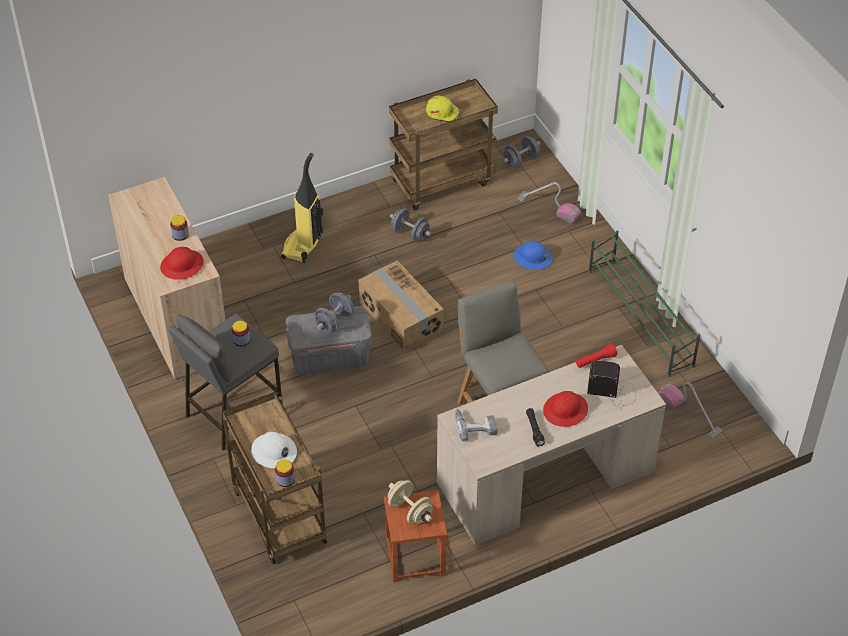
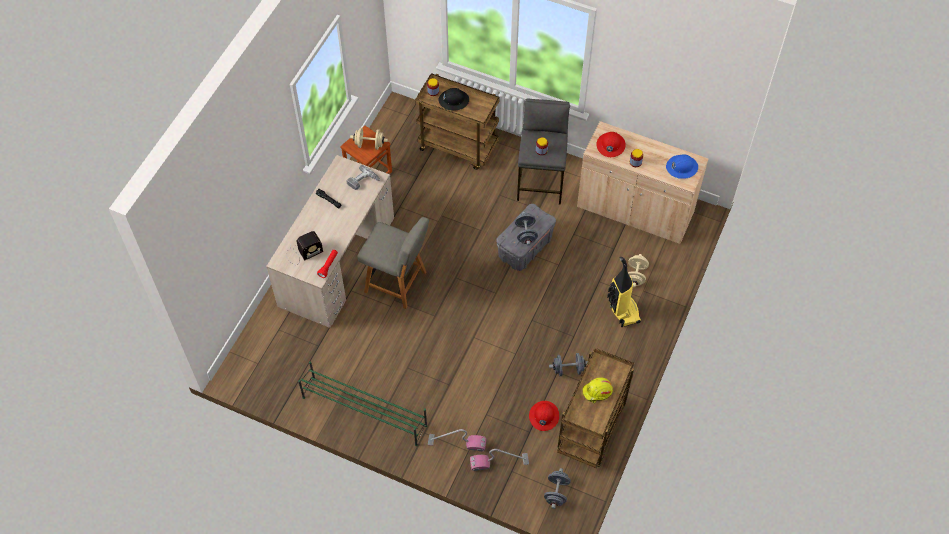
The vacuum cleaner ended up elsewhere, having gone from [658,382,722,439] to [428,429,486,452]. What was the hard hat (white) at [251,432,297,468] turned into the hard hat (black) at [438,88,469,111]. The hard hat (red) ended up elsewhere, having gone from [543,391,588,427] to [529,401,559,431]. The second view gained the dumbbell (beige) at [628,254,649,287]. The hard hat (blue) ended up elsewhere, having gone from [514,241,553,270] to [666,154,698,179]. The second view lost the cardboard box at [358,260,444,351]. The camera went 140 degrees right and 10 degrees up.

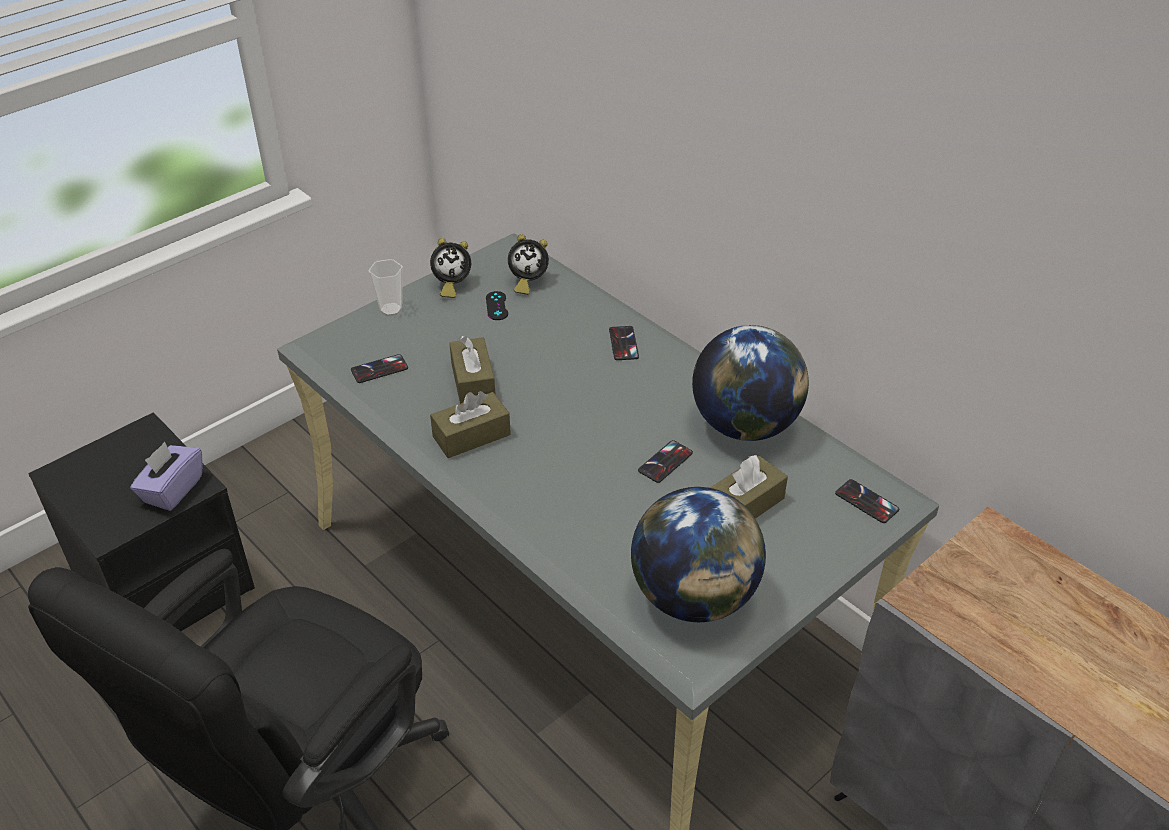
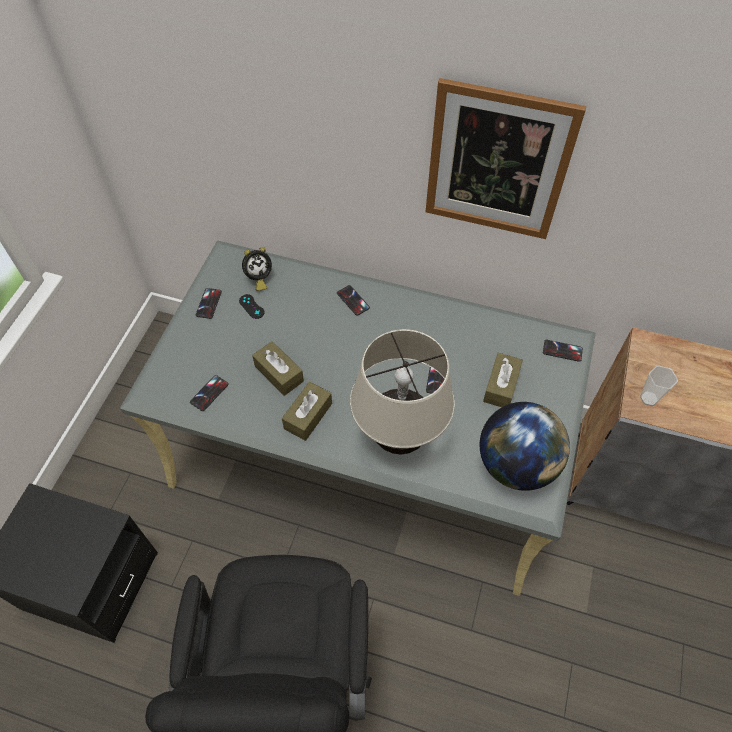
Where the alarm clock stood at [430,238,471,298], the phone came to stand at [196,288,222,319]. The second view gained the table lamp (beige) at [350,329,455,455]. The second view gained the picture at [425,78,586,239]. The cup ended up elsewhere, having gone from [368,259,403,316] to [640,366,678,406]. The second view lost the tissue box (purple) at [130,442,203,511]. The second view lost the globe at [692,325,809,441]. The camera went 30 degrees left and 15 degrees up.

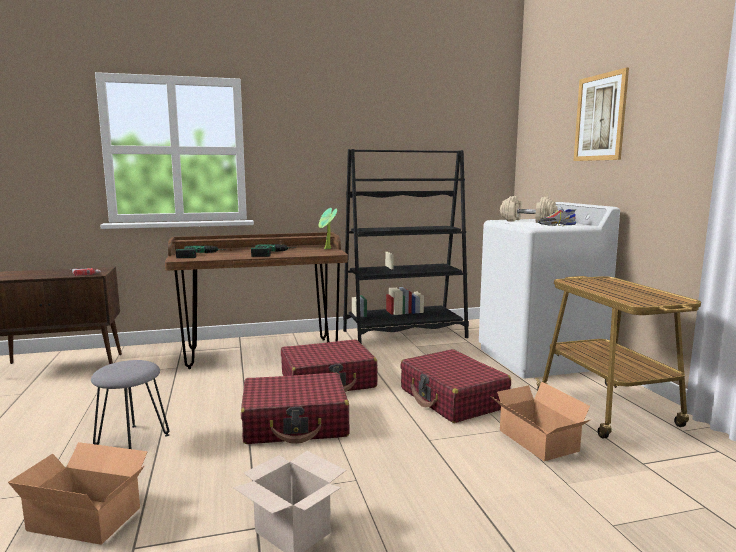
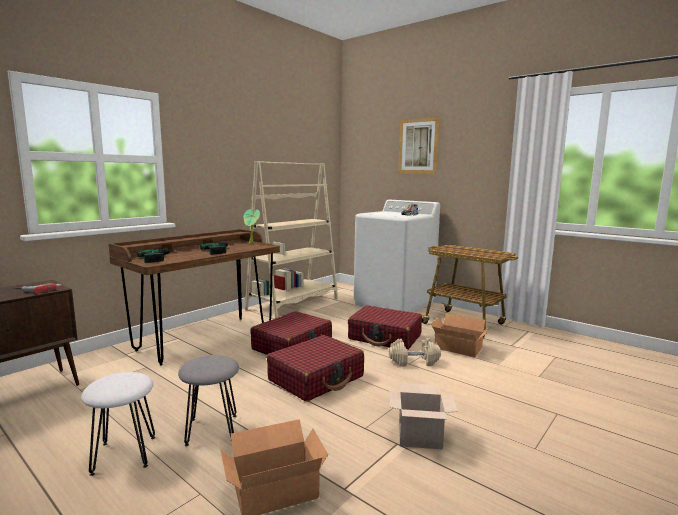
The second view gained the stool (white) at [81,372,155,476]. What was the bookcase (black) at [343,149,469,344] turned into the bookcase (beige) at [245,161,338,318]. The dumbbell (beige) ended up elsewhere, having gone from [500,196,558,223] to [389,338,441,366]. The camera went 35 degrees left and 0 degrees up.

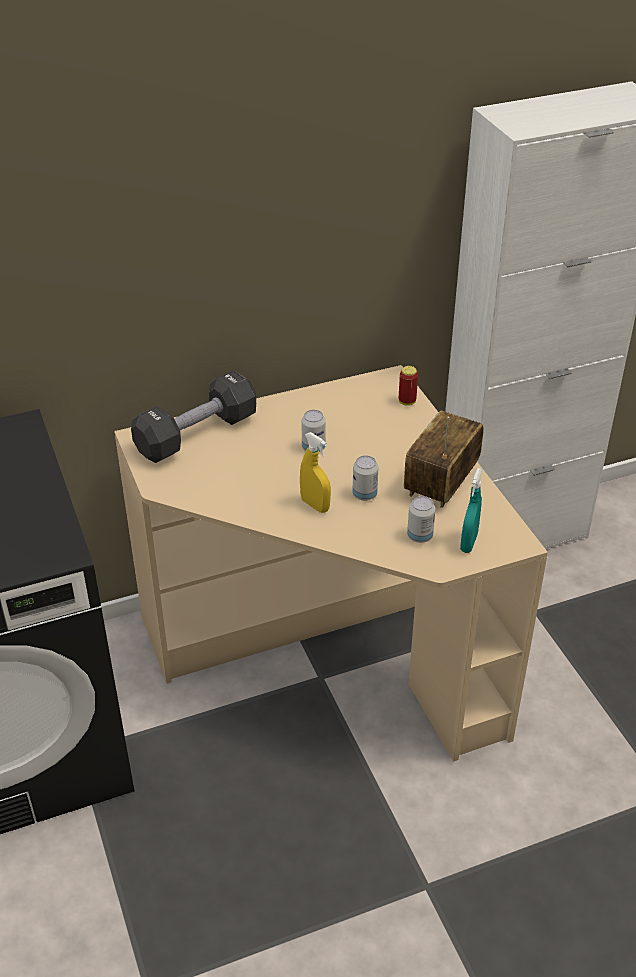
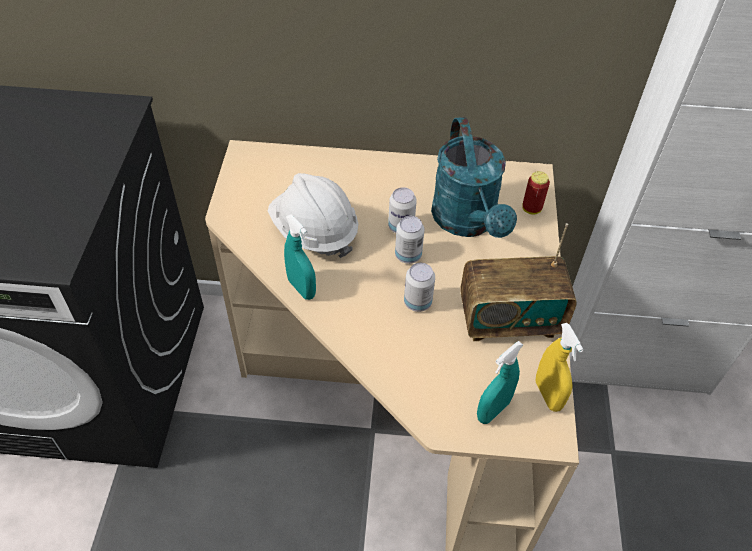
The second view gained the hard hat (white) at [268,173,358,258]. The second view gained the spray bottle (turquoise) at [284,214,316,300]. The can ended up elsewhere, having gone from [407,496,435,543] to [395,216,425,264]. The second view gained the watering can (turquoise) at [431,117,517,238]. The radio at [404,410,484,508] ended up facing another way, 150 degrees counterclockwise from before. The spray bottle (yellow) ended up elsewhere, having gone from [300,432,331,513] to [536,323,584,412]. The second view lost the dumbbell (black) at [131,370,256,463]. The camera went 25 degrees right and 10 degrees up.

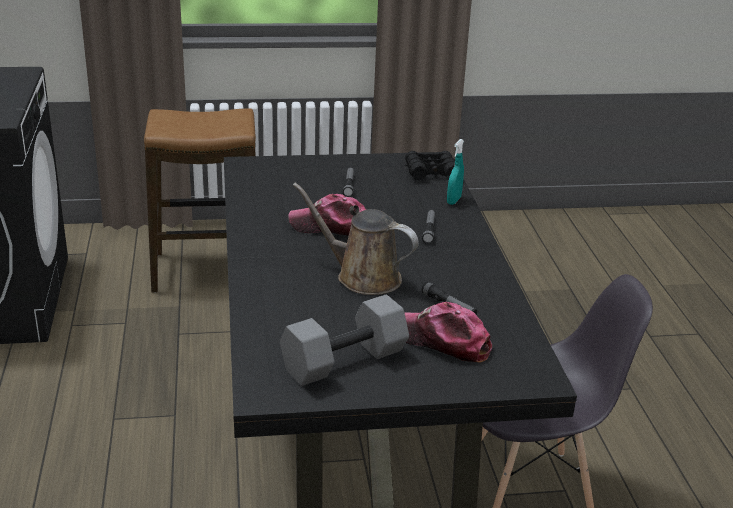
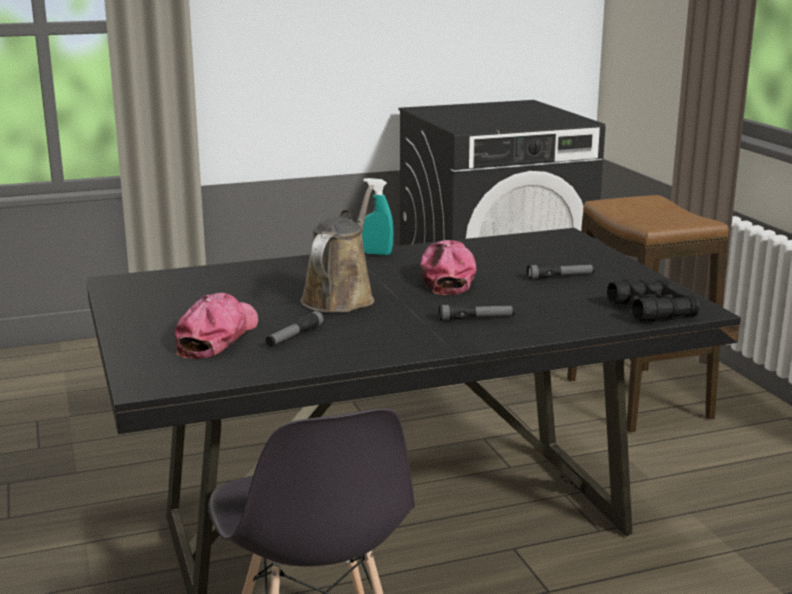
The spray bottle (turquoise) ended up elsewhere, having gone from [447,139,464,205] to [362,178,393,255]. The second view lost the dumbbell (grey) at [280,295,409,386]. The camera went 80 degrees right and 10 degrees down.

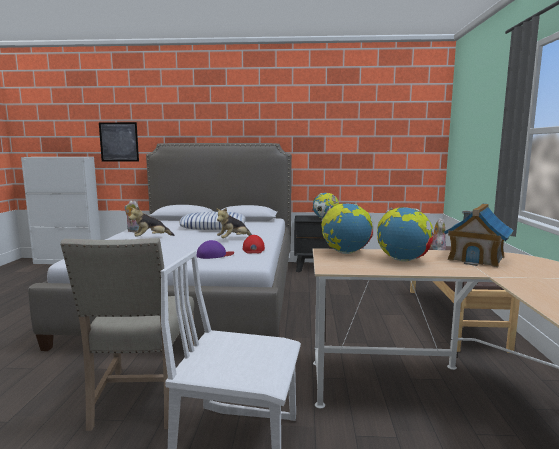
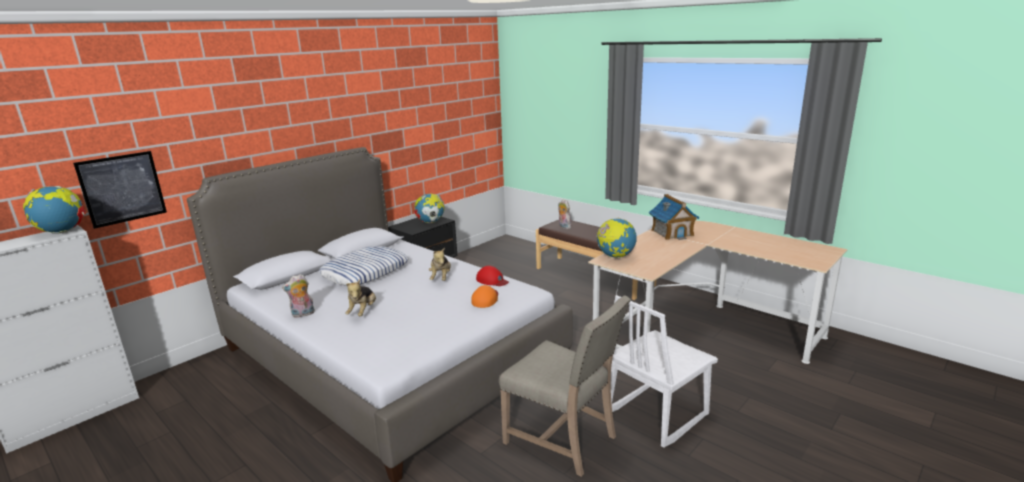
The globe ended up elsewhere, having gone from [377,207,433,262] to [23,186,86,233]. What was the cap (purple) at [197,240,234,259] turned into the cap (orange) at [471,285,498,308]. The camera went 50 degrees left and 10 degrees up.

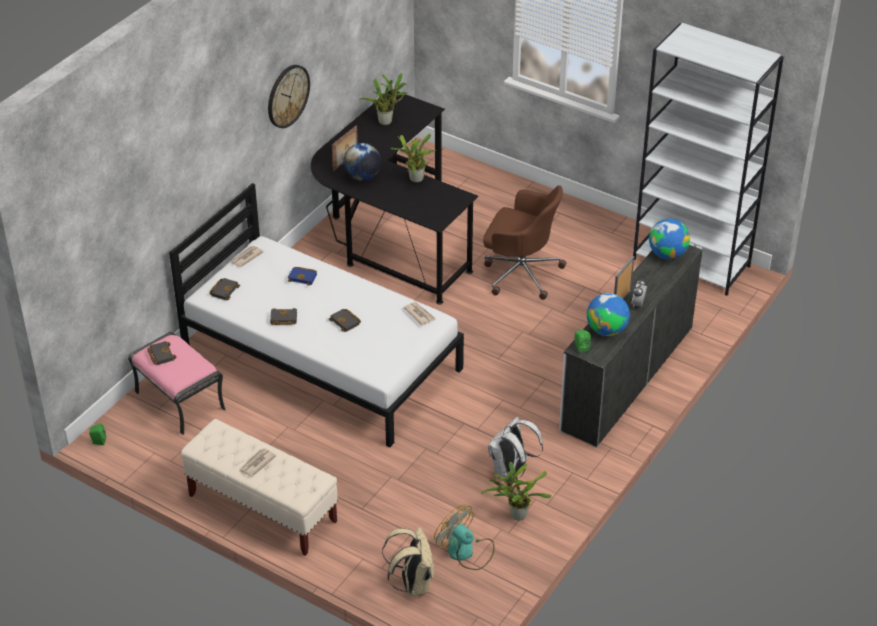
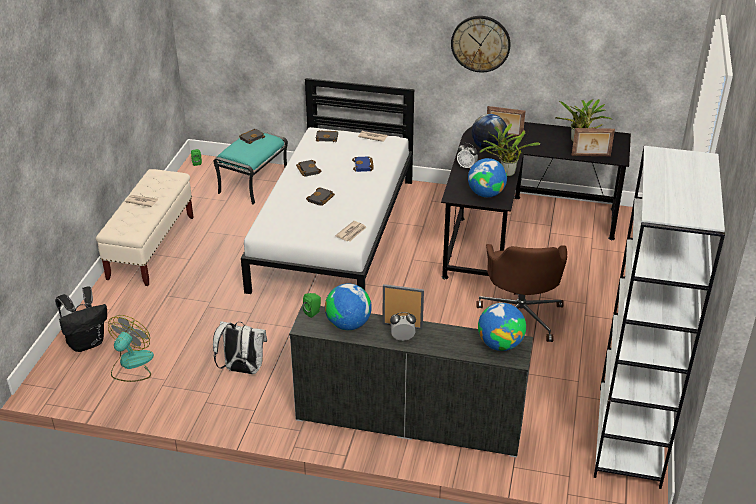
What was the backpack (beige) at [382,527,434,596] turned into the backpack (black) at [55,286,107,352]. What was the ottoman (pink) at [128,332,225,435] turned into the ottoman (turquoise) at [213,129,288,205]. The second view gained the alarm clock at [457,143,478,168]. The second view gained the globe at [468,158,507,197]. The second view gained the picture frame at [572,128,615,156]. The second view lost the potted plant at [481,462,552,520]. The camera went 70 degrees right and 5 degrees down.

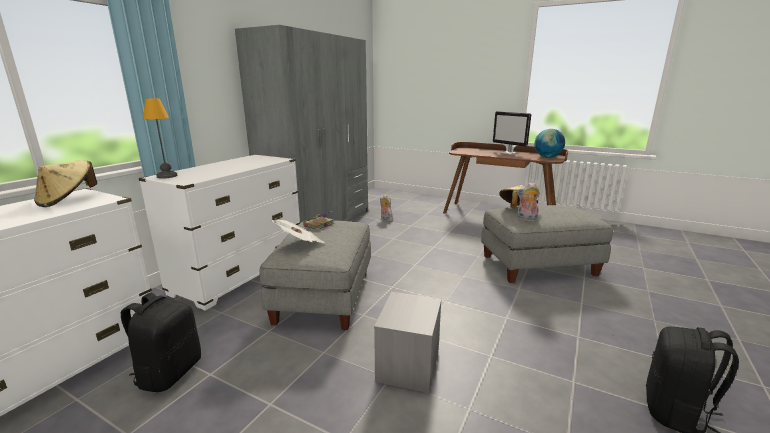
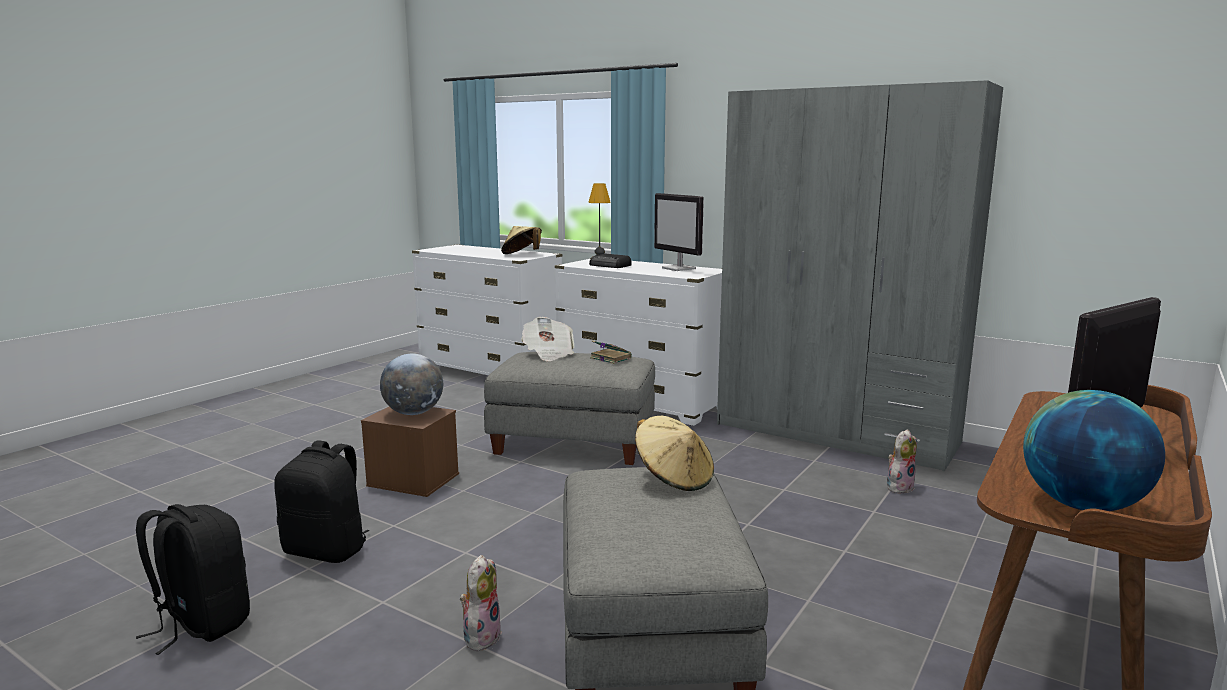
The backpack (black) ended up elsewhere, having gone from [121,293,201,392] to [274,441,370,563]. What was the storage box (grey) at [374,292,442,393] turned into the storage box (brown) at [361,407,459,497]. The second view gained the globe at [380,354,443,415]. The plush toy ended up elsewhere, having gone from [517,183,540,222] to [460,555,502,651]. The second view gained the radio at [589,254,632,268]. The second view gained the monitor at [654,193,704,271]. The camera went 95 degrees right and 5 degrees down.

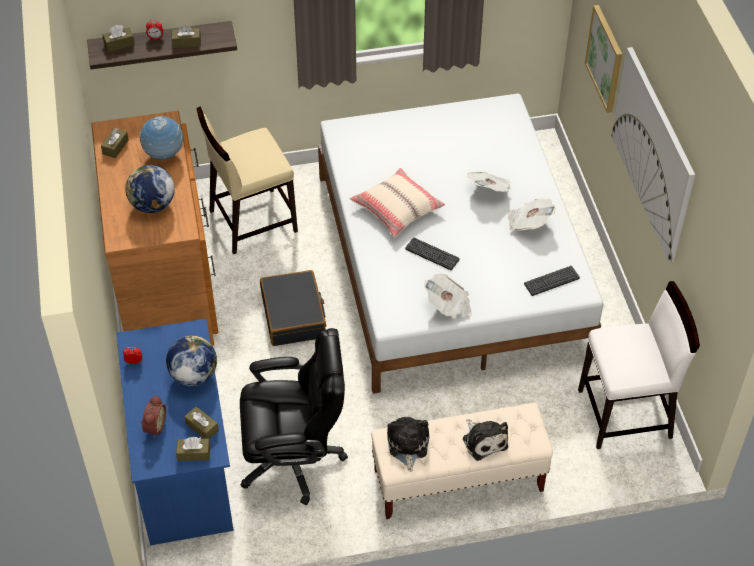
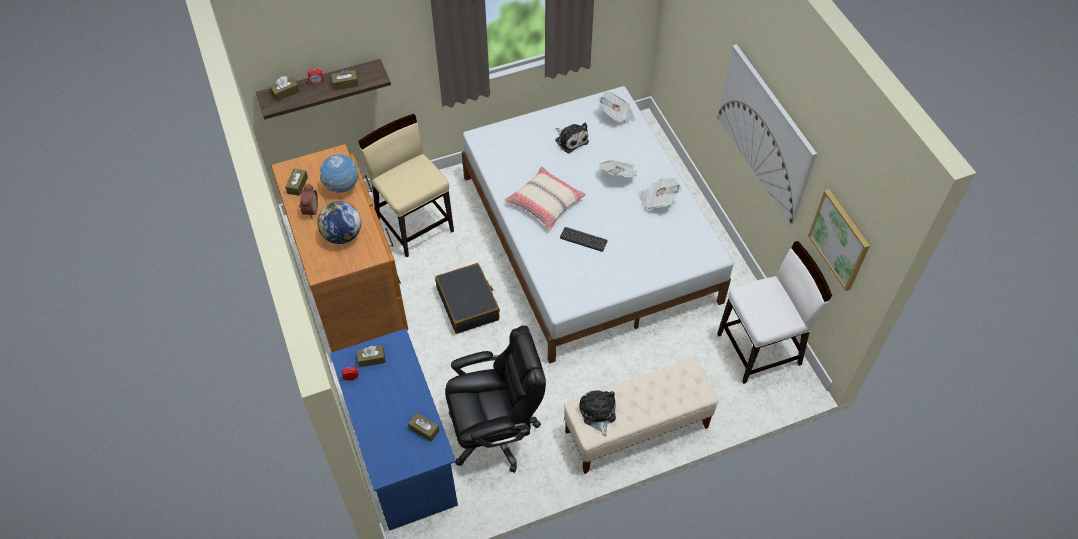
The alarm clock ended up elsewhere, having gone from [141,395,166,438] to [299,183,318,218]. The tissue box (brown) ended up elsewhere, having gone from [176,437,210,461] to [356,346,386,367]. The chair (beige) at [196,106,298,254] ended up facing another way, 90 degrees clockwise from before. The plush toy ended up elsewhere, having gone from [463,419,508,461] to [555,123,589,154]. The newspaper ended up elsewhere, having gone from [424,274,472,318] to [599,92,636,123]. The picture ended up elsewhere, having gone from [585,5,622,113] to [808,189,870,291]. The second view lost the globe at [166,336,217,386]. The second view lost the keyboard at [524,266,580,296]. The camera went 10 degrees left and 5 degrees up.

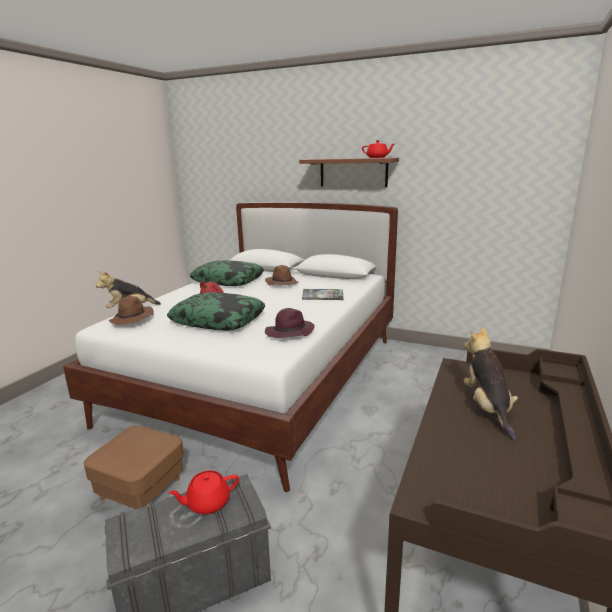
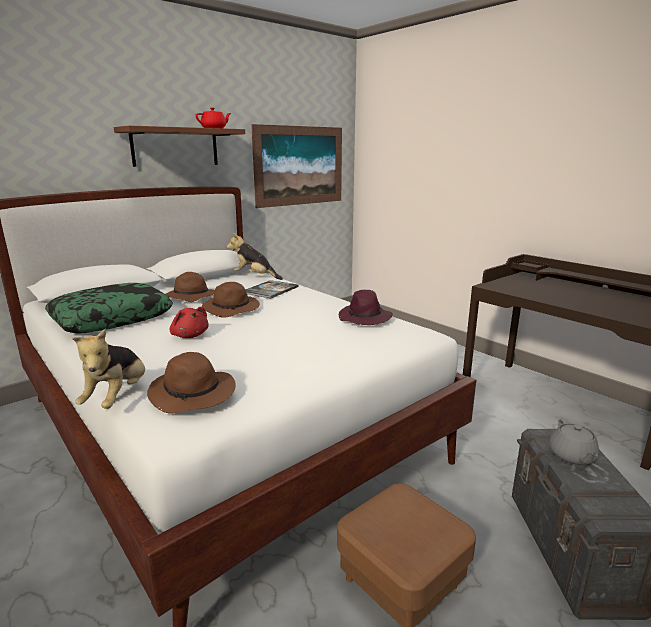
The second view gained the hat (brown) at [202,282,260,318]. The plush toy ended up elsewhere, having gone from [464,327,518,440] to [227,233,283,280]. The second view gained the picture at [251,124,342,208]. What was the teapot (red) at [168,470,239,514] turned into the teapot (grey) at [549,419,599,465]. The second view lost the pillow at [167,292,265,331]. The camera went 65 degrees left and 0 degrees up.

